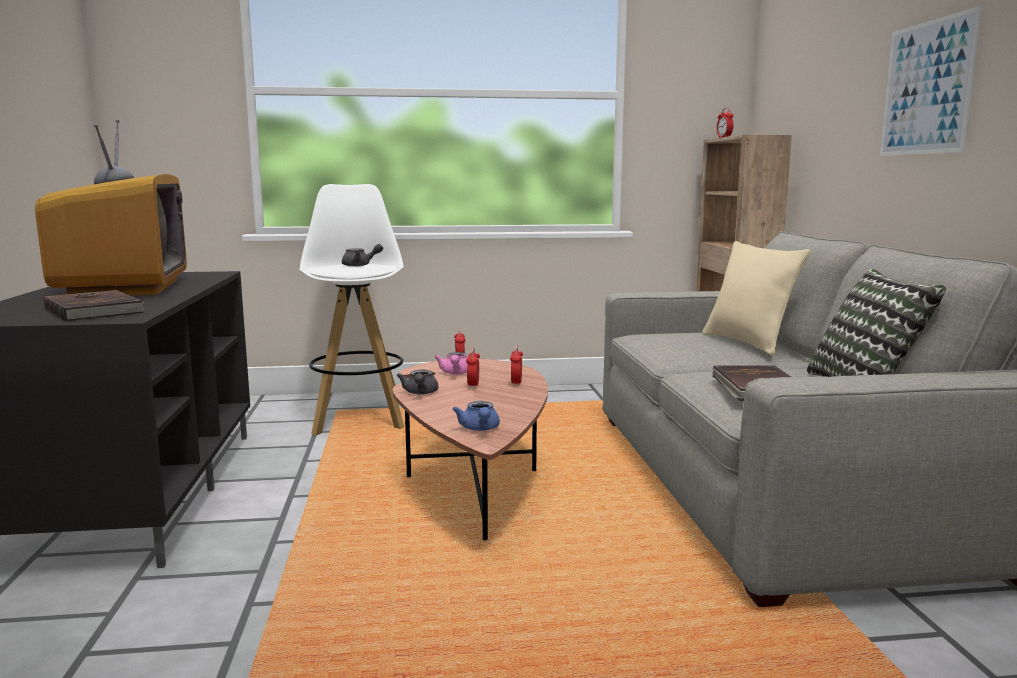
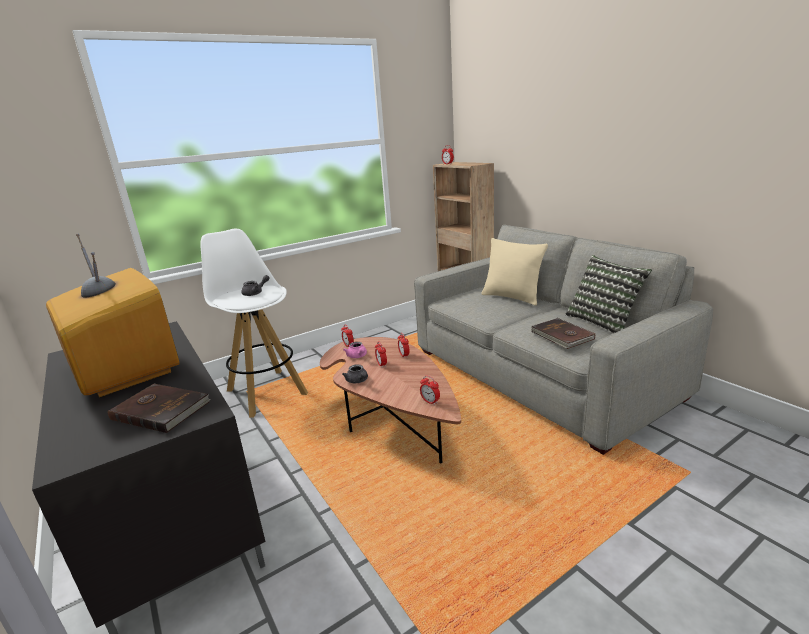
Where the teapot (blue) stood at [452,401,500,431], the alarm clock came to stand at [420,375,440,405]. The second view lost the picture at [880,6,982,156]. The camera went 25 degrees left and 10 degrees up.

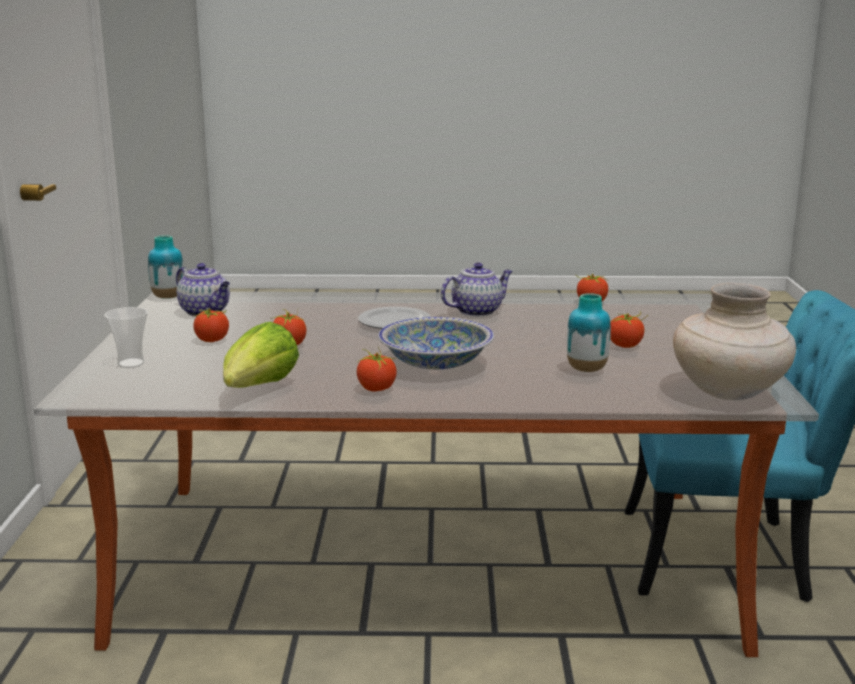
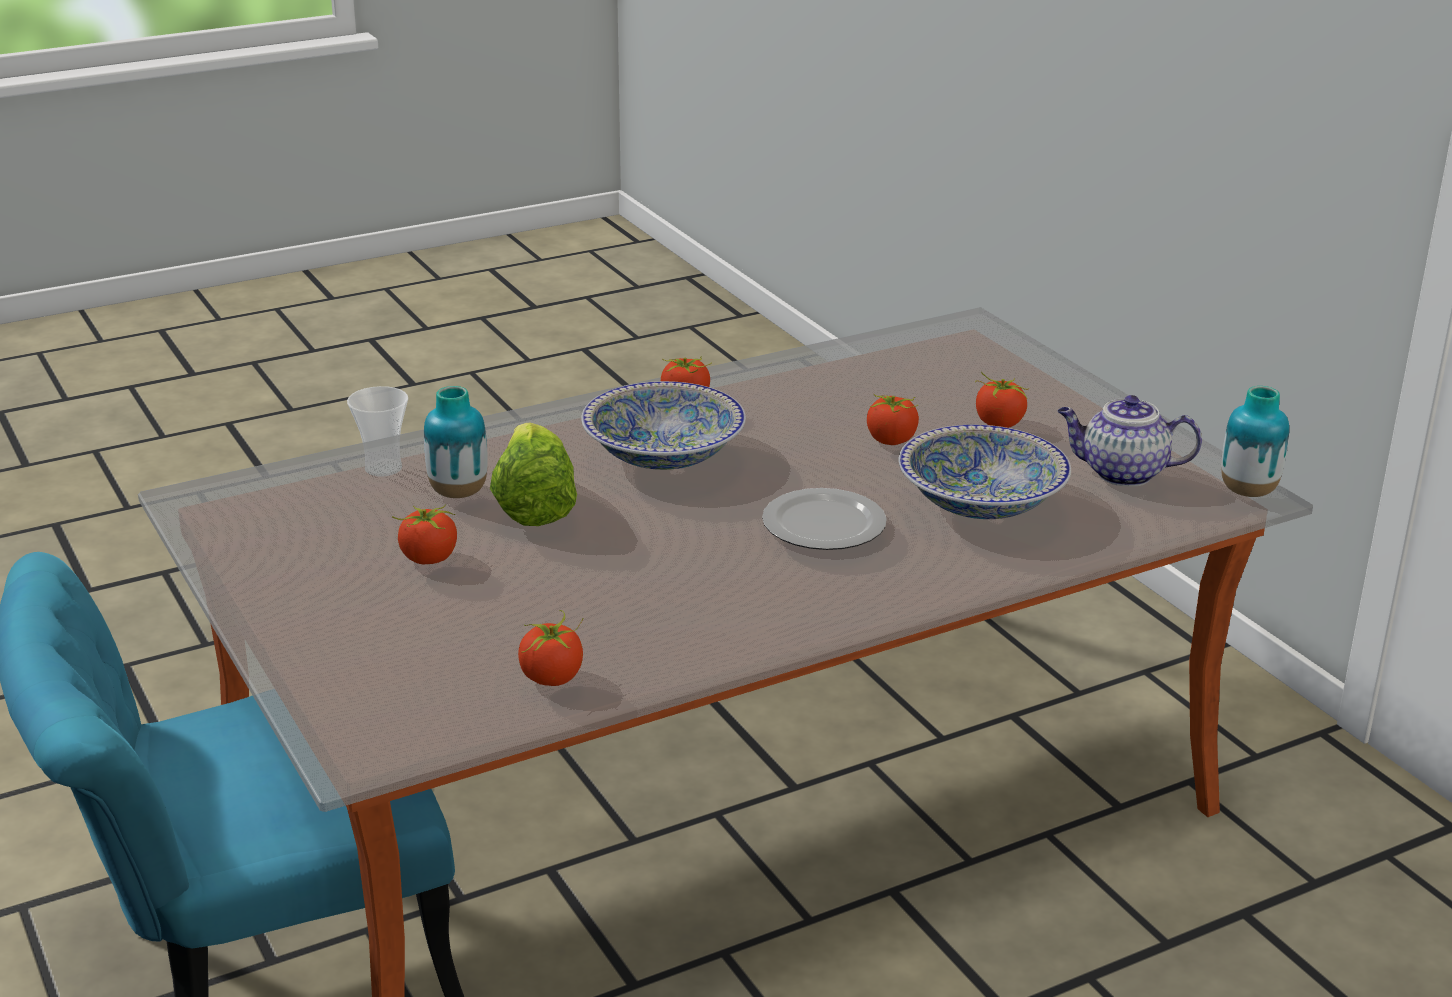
The cup ended up elsewhere, having gone from [104,307,148,368] to [347,386,408,477]. The lettuce ended up elsewhere, having gone from [223,322,299,388] to [490,423,577,526]. The second view gained the bowl at [899,425,1071,519]. The second view lost the teapot at [441,263,513,317]. The second view lost the vase (beige) at [673,283,796,400]. The camera went 150 degrees right and 10 degrees up.

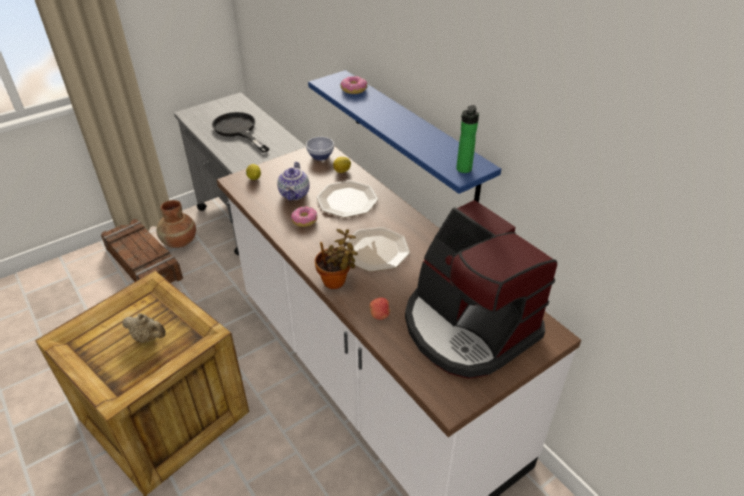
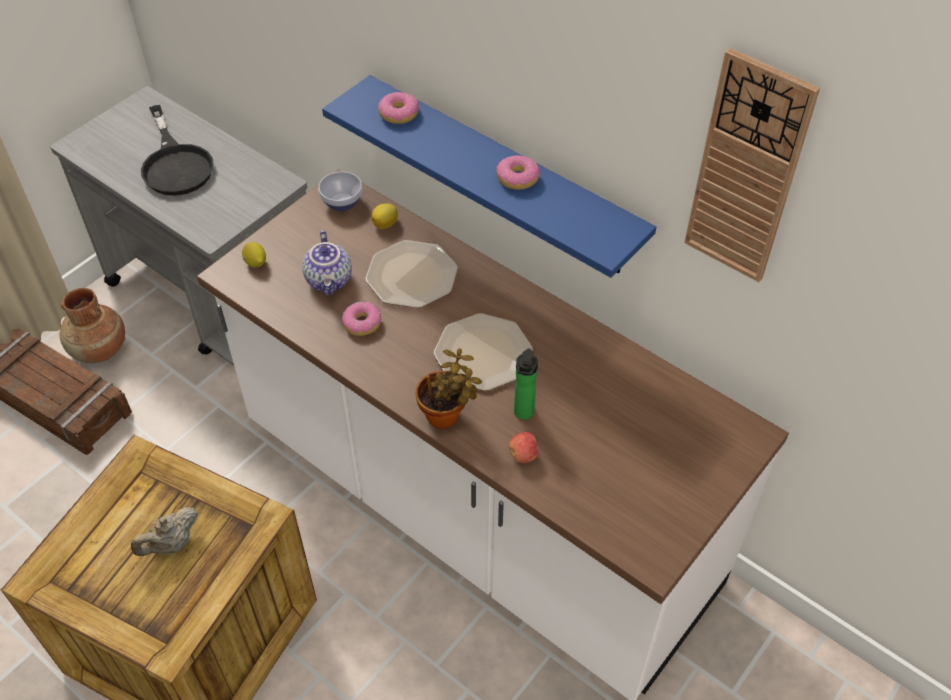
The teapot (beige) at [122,313,166,343] ended up facing another way, 135 degrees clockwise from before. The frying pan (black) at [212,112,269,153] ended up facing another way, 150 degrees counterclockwise from before. The second view gained the donut at [496,155,540,190]. The bottle ended up elsewhere, having gone from [456,105,479,173] to [514,348,538,420]. The second view gained the wall clock at [685,48,820,282]. The second view lost the coffee machine at [405,200,557,379]. The camera went 15 degrees left and 10 degrees up.

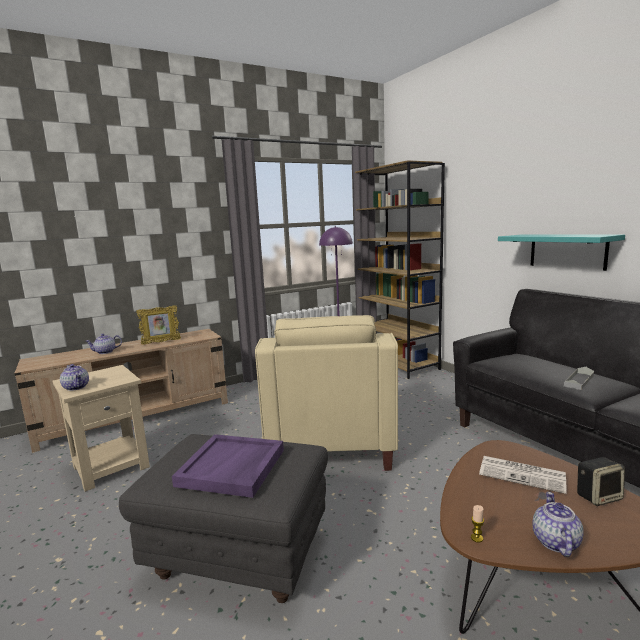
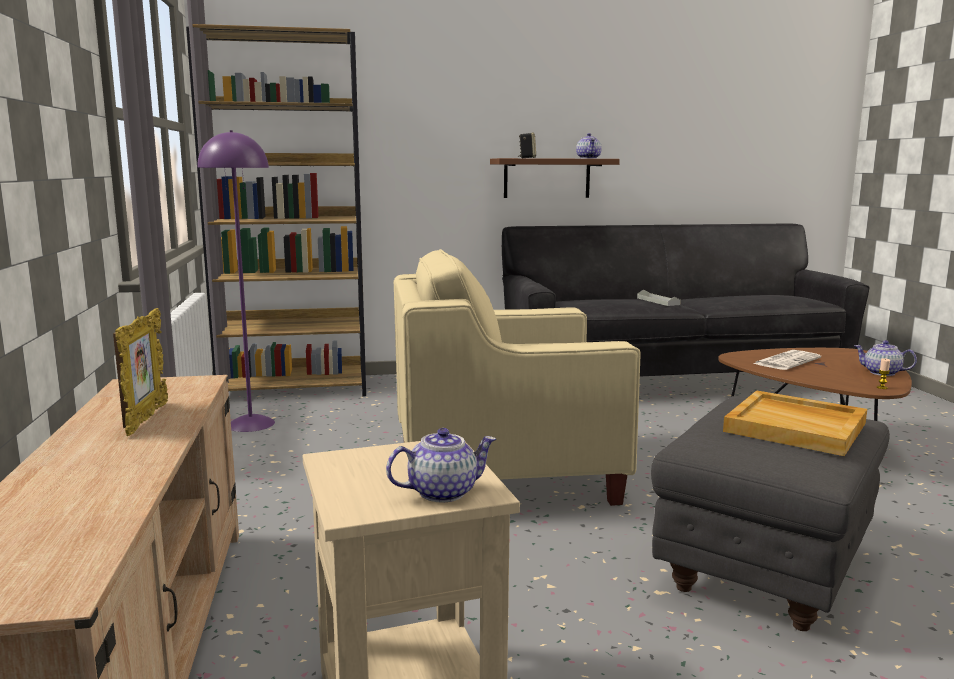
The armchair (beige) at [255,315,398,471] ended up facing another way, 150 degrees clockwise from before. What was the shelf (turquoise) at [498,234,625,271] turned into the shelf (brown) at [490,158,620,198]. The speaker ended up elsewhere, having gone from [577,457,625,506] to [518,133,536,158]. The teapot ended up elsewhere, having gone from [85,334,122,354] to [576,133,602,159]. What was the tray (purple) at [172,434,284,498] turned into the tray (beige) at [723,390,867,456]. The camera went 70 degrees left and 0 degrees up.

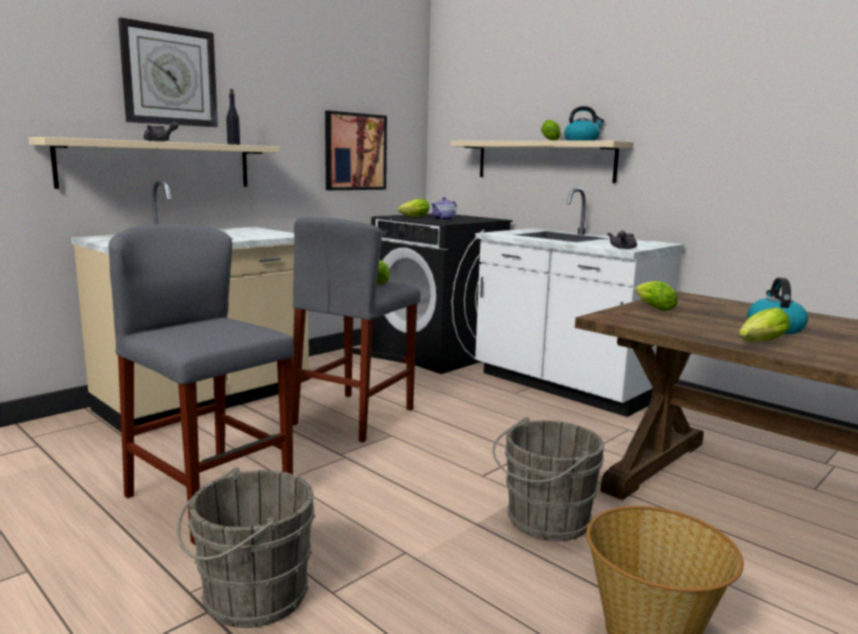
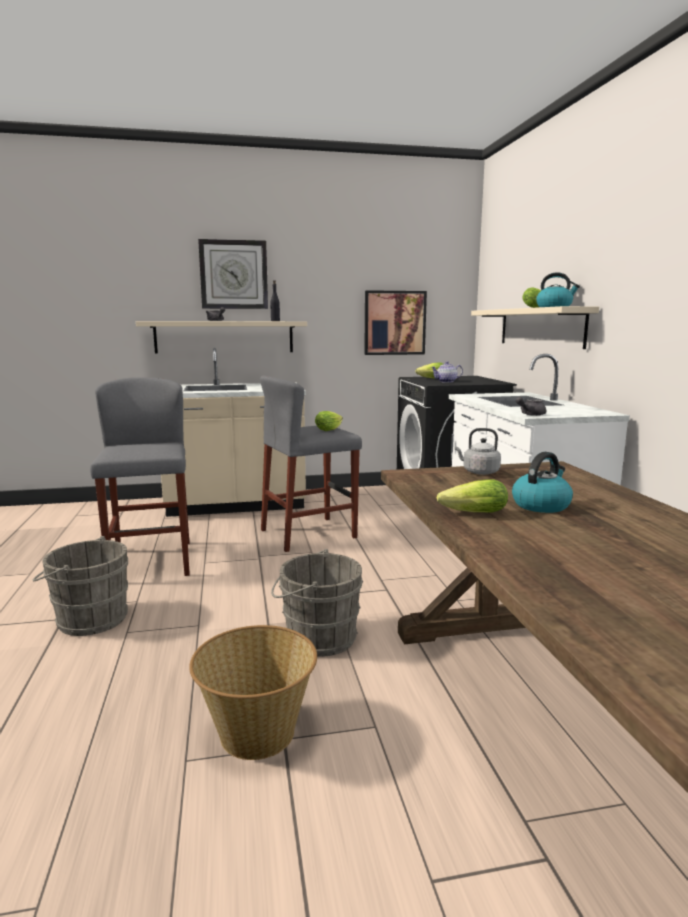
Where the lettuce stood at [635,281,678,311], the kettle (grey) came to stand at [455,428,501,475]. The camera went 35 degrees right and 0 degrees up.

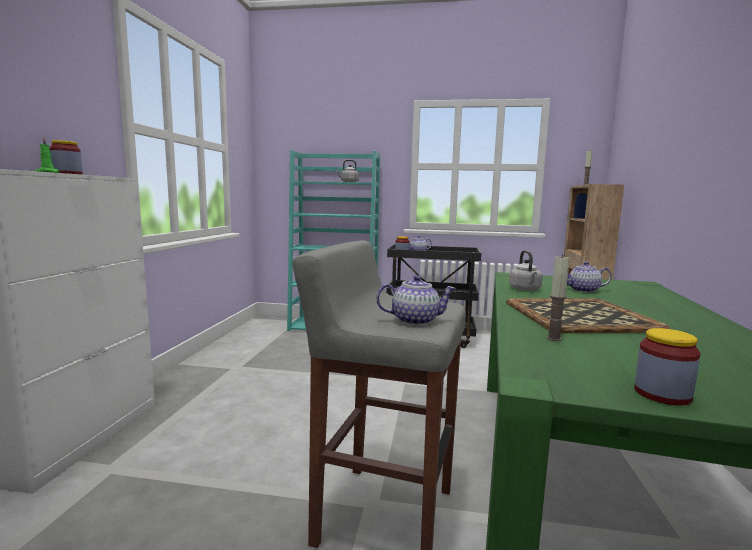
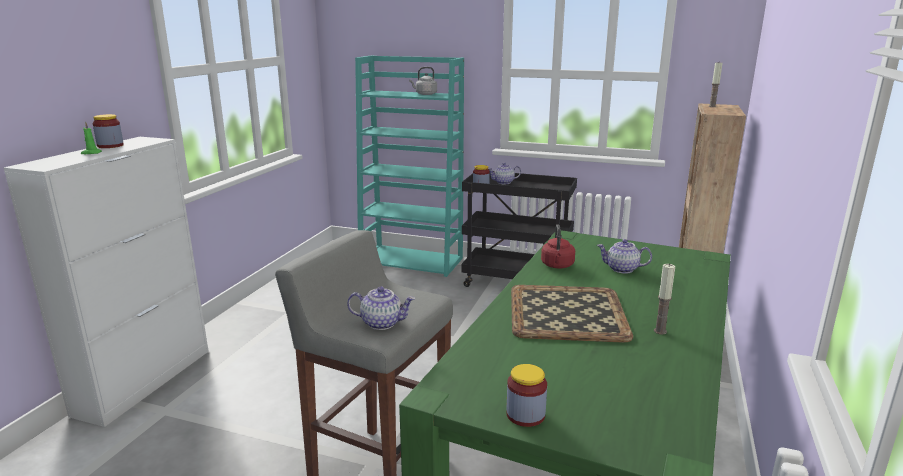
What was the kettle (grey) at [509,250,543,291] turned into the kettle (red) at [541,224,575,268]. The candle ended up elsewhere, having gone from [547,255,570,341] to [654,264,675,335]. The camera went 10 degrees right and 10 degrees up.

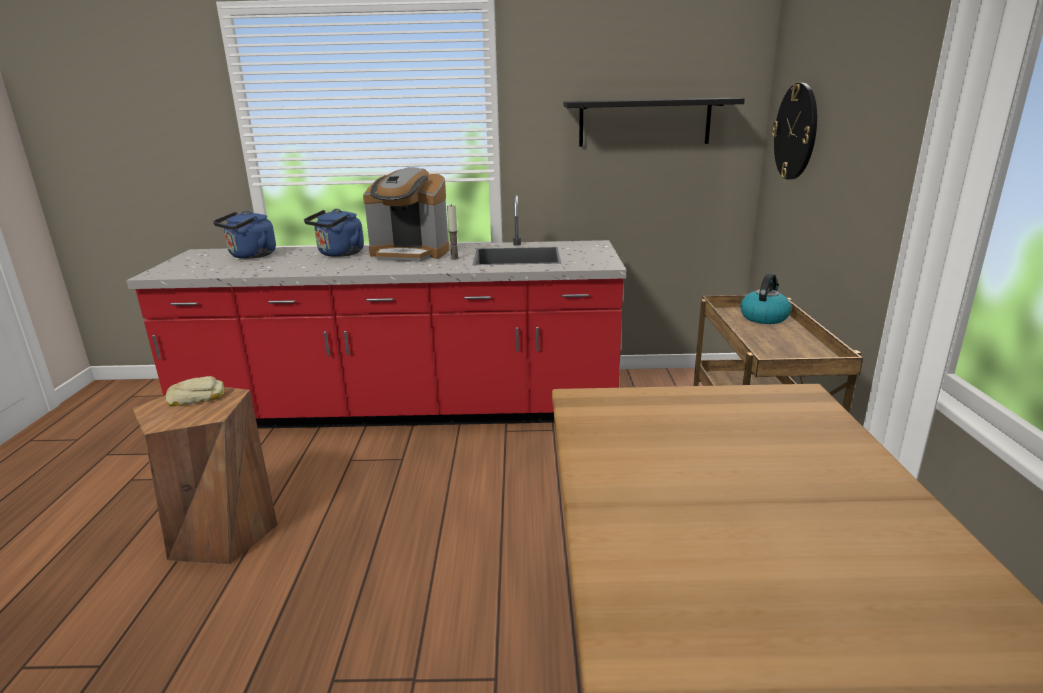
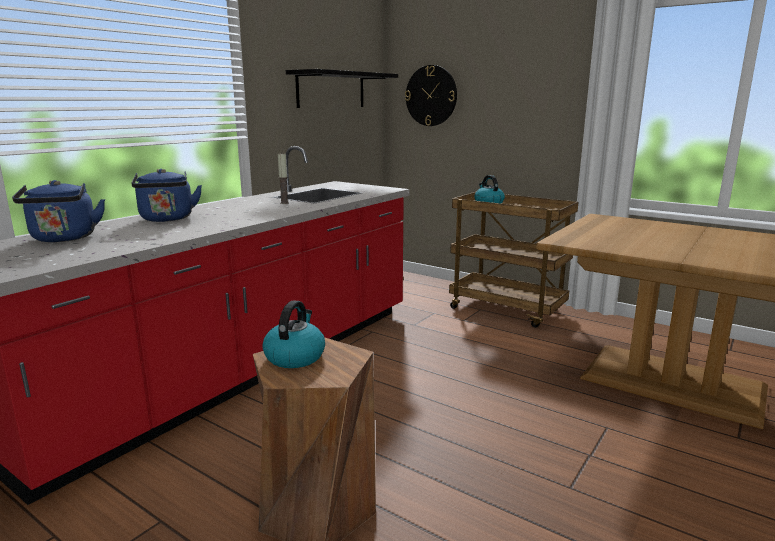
Where the bread stood at [166,376,224,407], the kettle came to stand at [262,300,325,368]. The second view lost the coffee machine at [363,167,449,262]. The camera went 55 degrees left and 5 degrees down.

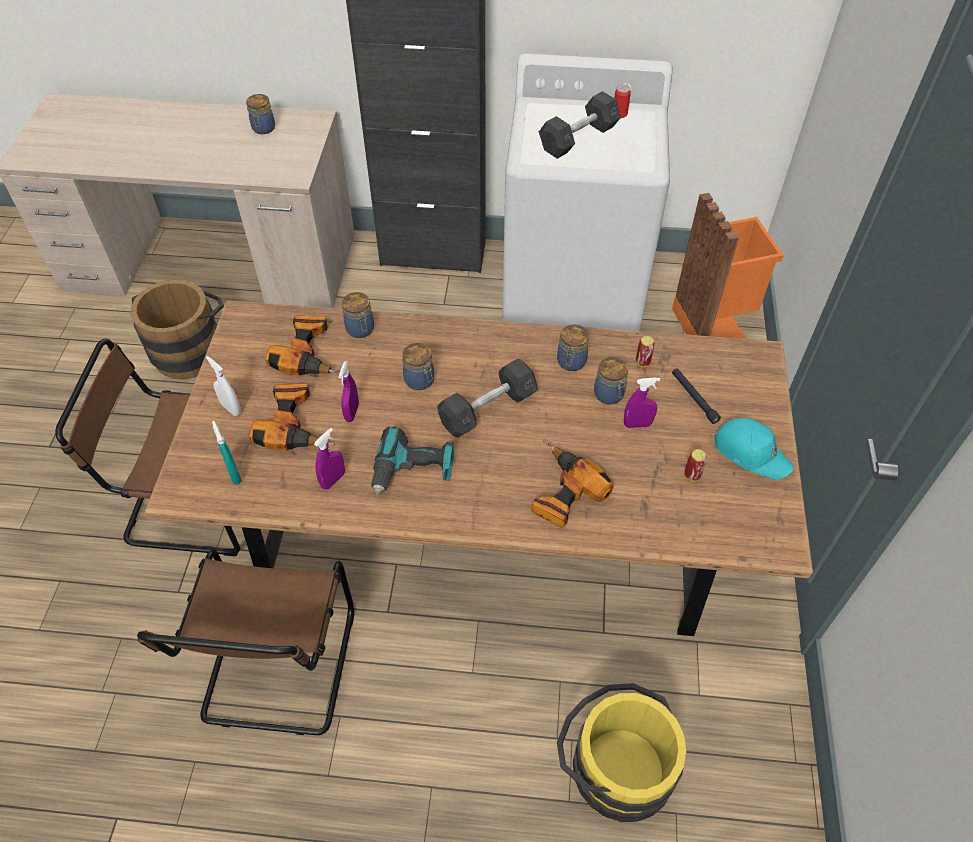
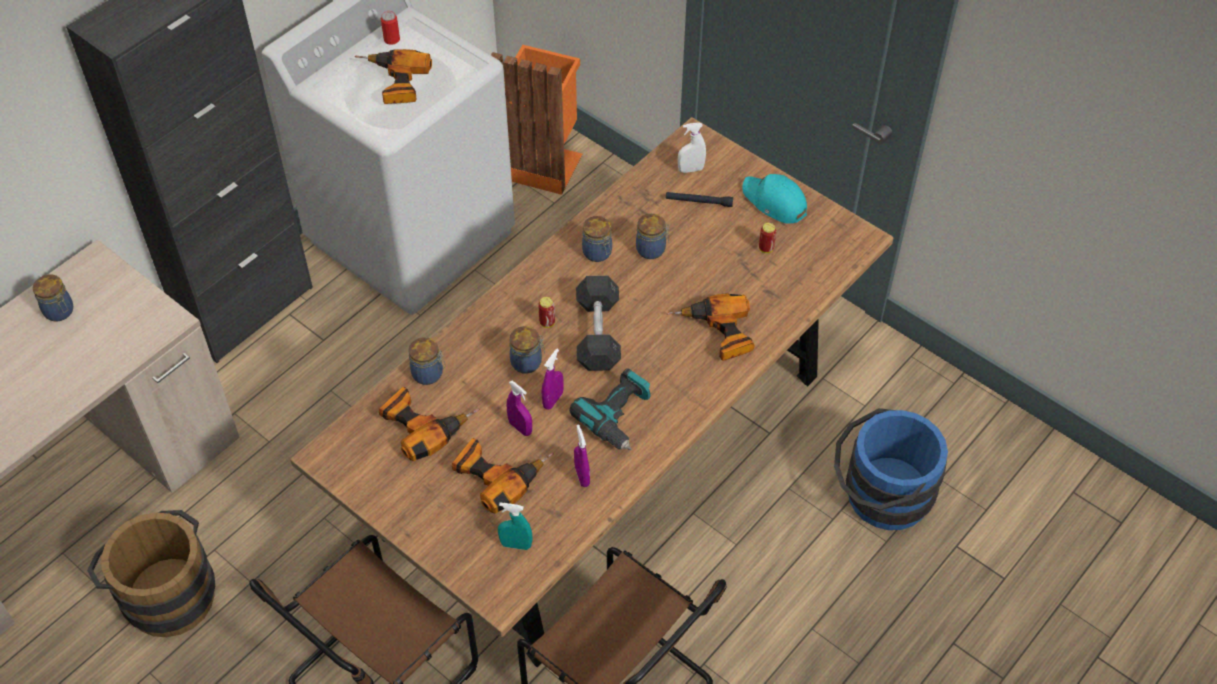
Where the dumbbell (grey) stood at [539,91,621,159], the power drill came to stand at [355,49,432,104]. The can ended up elsewhere, having gone from [636,336,655,367] to [538,297,555,328]. The spray bottle (purple) ended up elsewhere, having gone from [624,378,660,428] to [542,349,564,410]. The spray bottle (white) ended up elsewhere, having gone from [206,356,241,416] to [678,122,706,173]. The cap (turquoise) at [714,418,794,480] ended up facing another way, 120 degrees counterclockwise from before. What was the bucket (yellow) at [557,683,686,822] turned into the bucket (blue) at [834,408,948,530]. The camera went 55 degrees left and 0 degrees up.

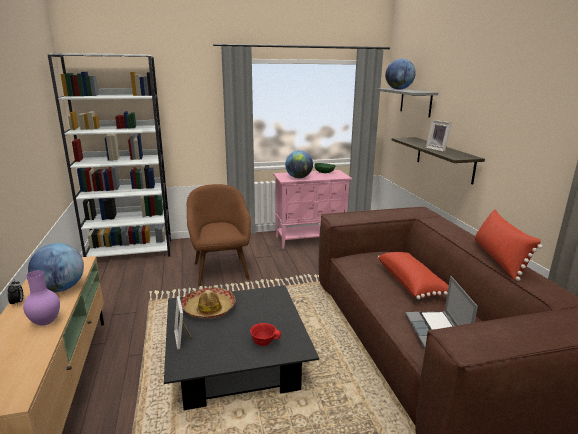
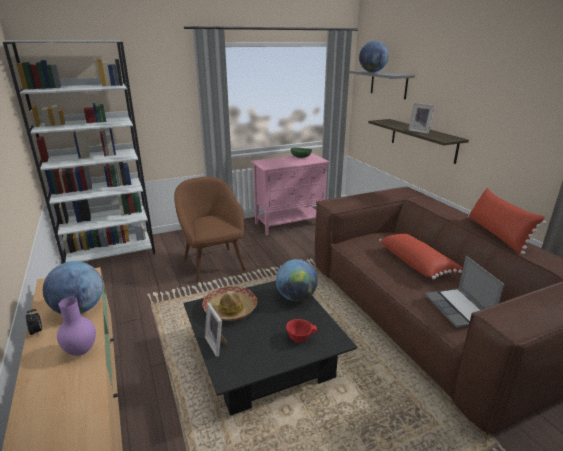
The globe ended up elsewhere, having gone from [285,150,313,178] to [276,259,318,302]. The camera went 10 degrees left and 5 degrees up.

